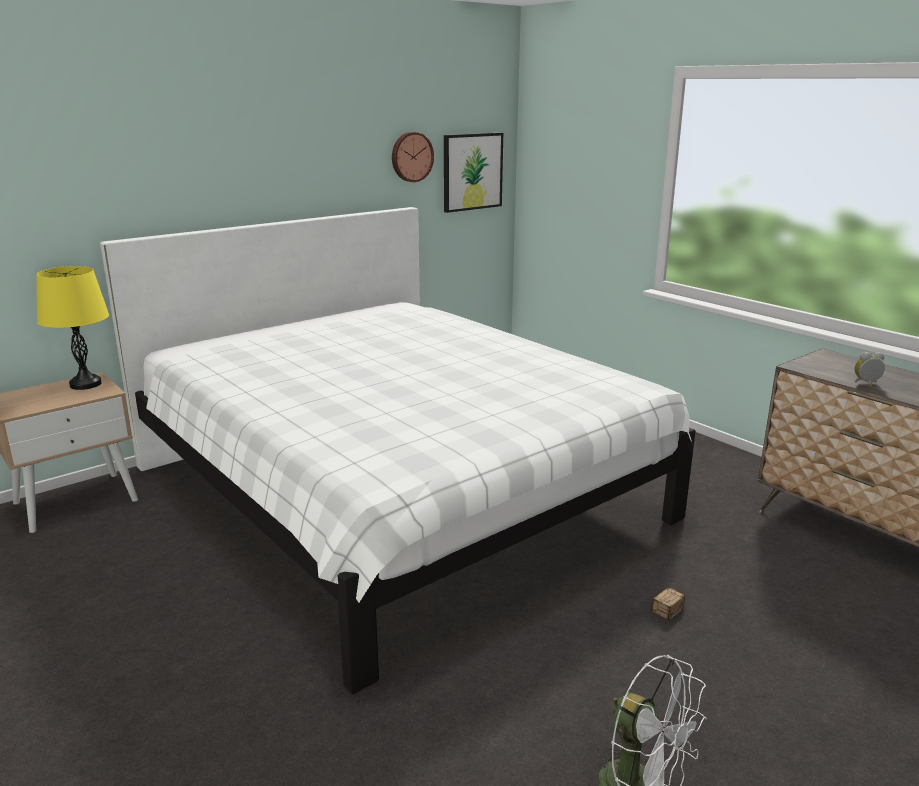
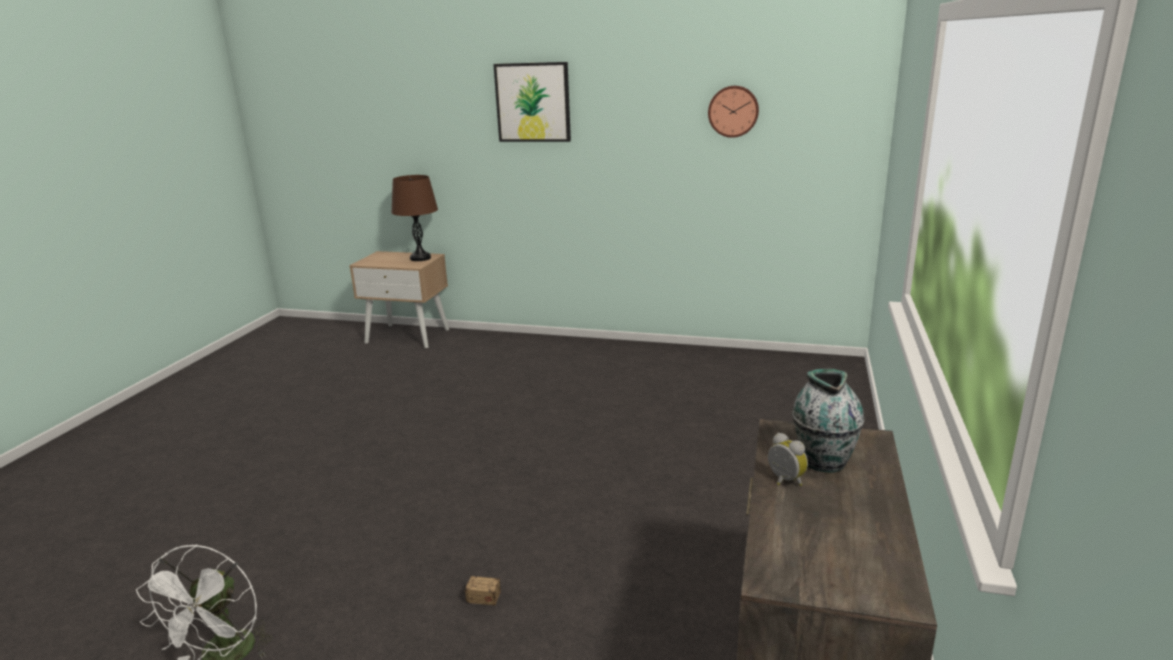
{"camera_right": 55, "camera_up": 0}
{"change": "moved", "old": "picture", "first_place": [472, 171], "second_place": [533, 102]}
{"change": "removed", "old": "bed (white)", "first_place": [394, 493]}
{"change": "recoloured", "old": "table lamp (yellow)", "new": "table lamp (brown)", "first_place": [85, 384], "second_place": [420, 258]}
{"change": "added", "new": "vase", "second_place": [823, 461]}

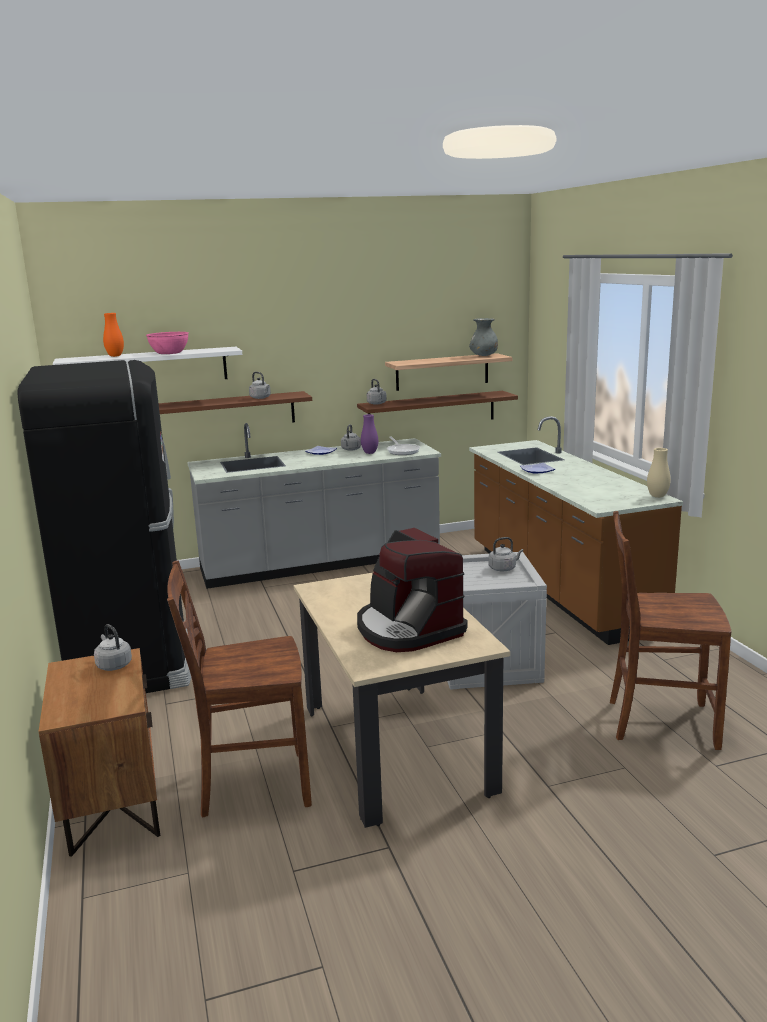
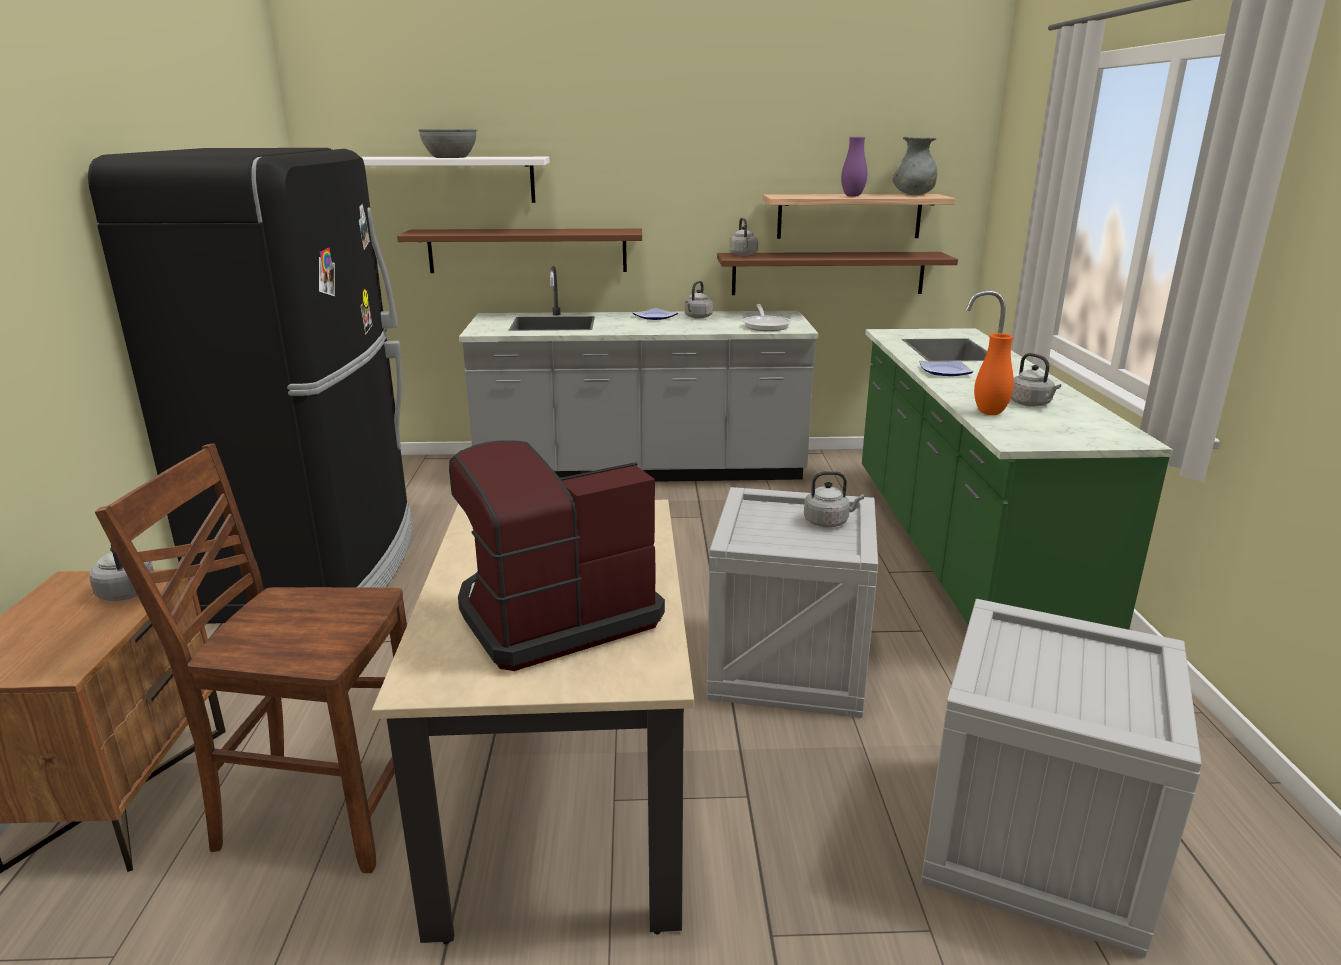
{"camera_right": 15, "camera_up": 5}
{"change": "moved", "old": "vase (orange)", "first_place": [115, 356], "second_place": [990, 413]}
{"change": "recoloured", "old": "bowl (pink)", "new": "bowl (grey)", "first_place": [169, 352], "second_place": [450, 157]}
{"change": "moved", "old": "kettle (grey)", "first_place": [261, 398], "second_place": [1031, 404]}
{"change": "moved", "old": "vase (purple)", "first_place": [370, 453], "second_place": [852, 196]}
{"change": "recoloured", "old": "counter (brown)", "new": "counter (green)", "first_place": [558, 587], "second_place": [959, 555]}
{"change": "removed", "old": "vase (beige)", "first_place": [657, 496]}
{"change": "replaced", "old": "chair (brown)", "new": "crate", "first_place": [659, 722], "second_place": [1033, 843]}
{"change": "turned", "old": "coffee machine", "first_place": [408, 629], "second_place": [554, 615], "degrees": 75}

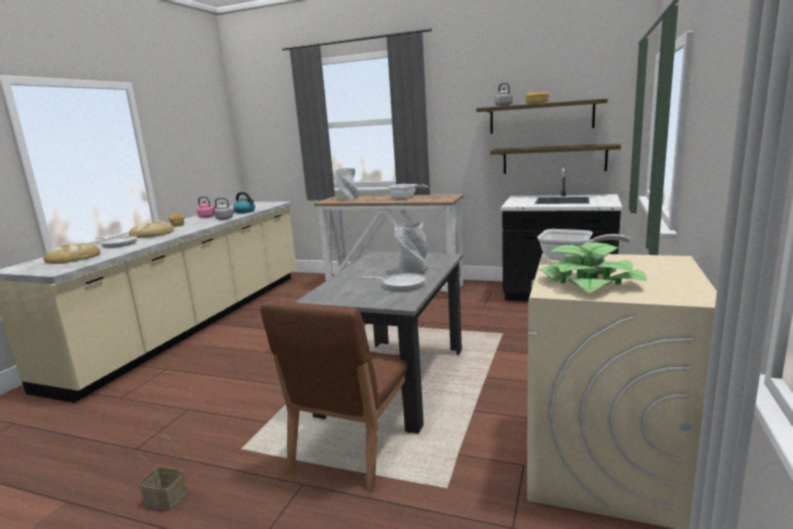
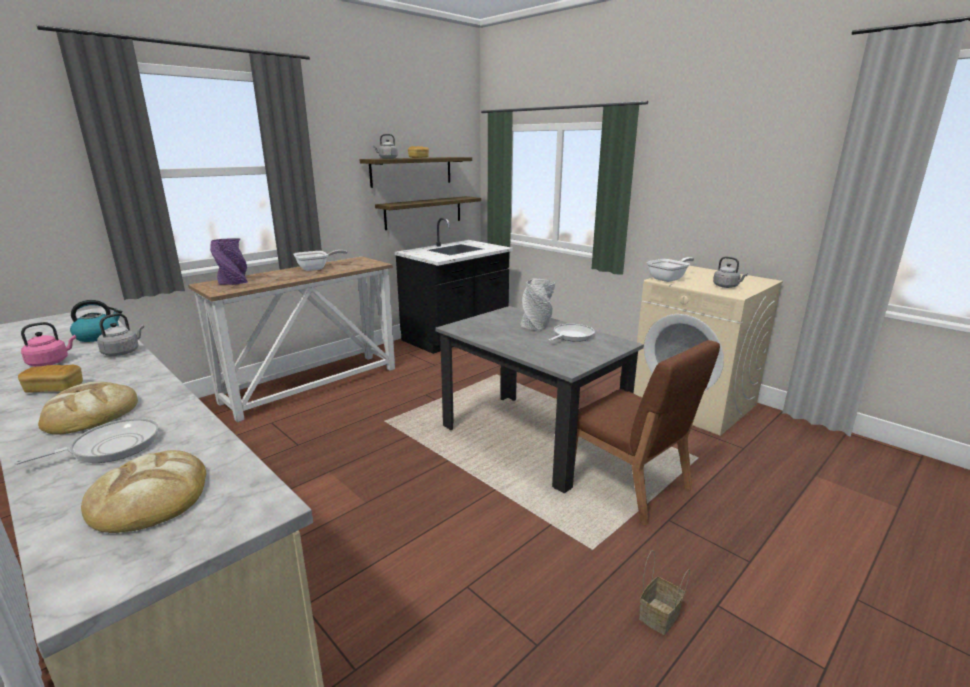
{"camera_right": -65, "camera_up": 5}
{"change": "recoloured", "old": "vase (grey)", "new": "vase (purple)", "first_place": [348, 198], "second_place": [234, 282]}
{"change": "replaced", "old": "potted plant", "new": "kettle (grey)", "first_place": [589, 283], "second_place": [727, 286]}

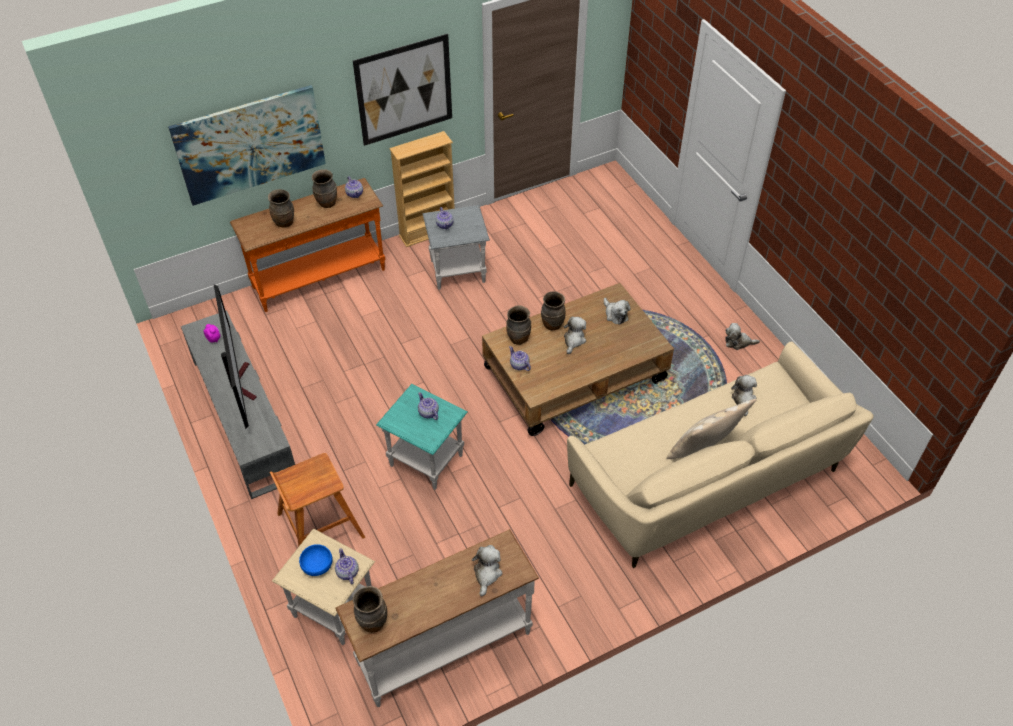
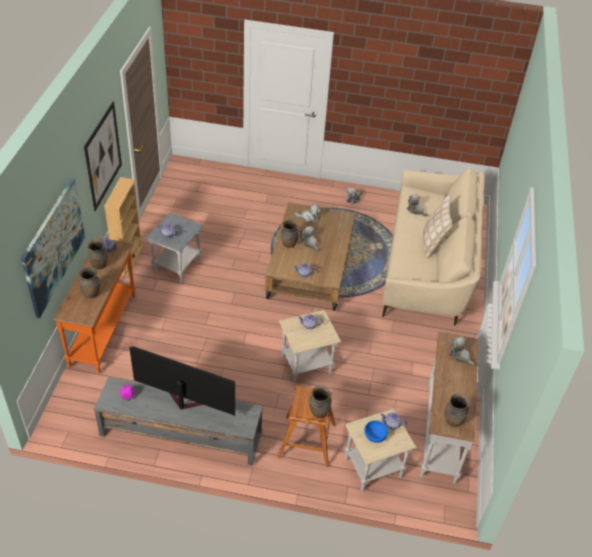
{"camera_right": -55, "camera_up": -5}
{"change": "moved", "old": "vase (brown)", "first_place": [518, 338], "second_place": [319, 412]}
{"change": "recoloured", "old": "side table (turquoise)", "new": "side table (beige)", "first_place": [425, 460], "second_place": [306, 365]}

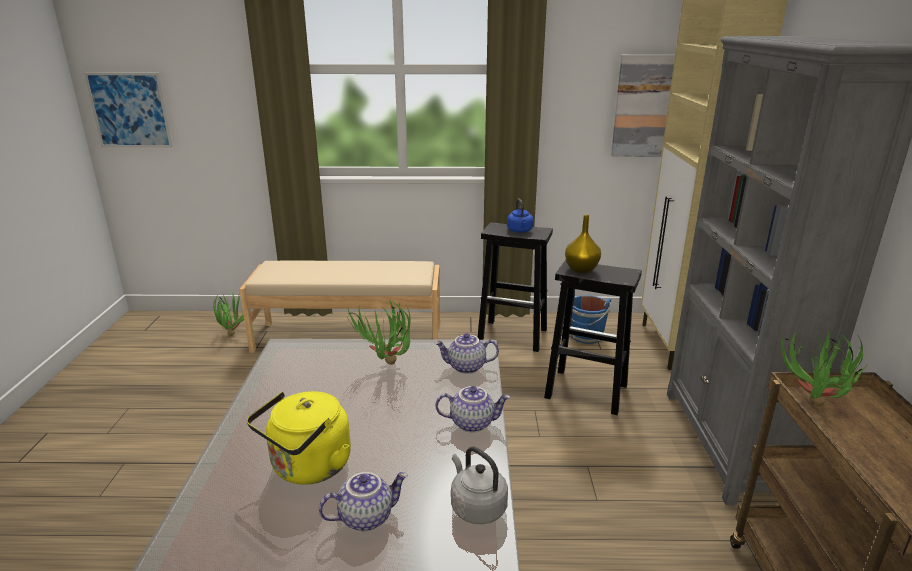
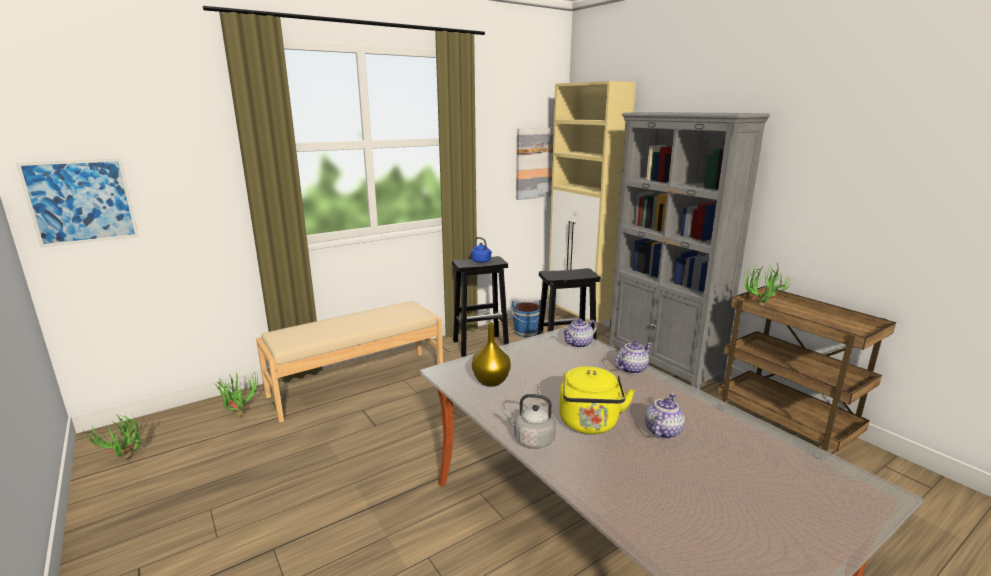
{"camera_right": -35, "camera_up": -5}
{"change": "moved", "old": "vase (yellow)", "first_place": [581, 270], "second_place": [491, 381]}
{"change": "moved", "old": "potted plant", "first_place": [387, 367], "second_place": [125, 461]}
{"change": "moved", "old": "kettle (grey)", "first_place": [476, 507], "second_place": [531, 440]}

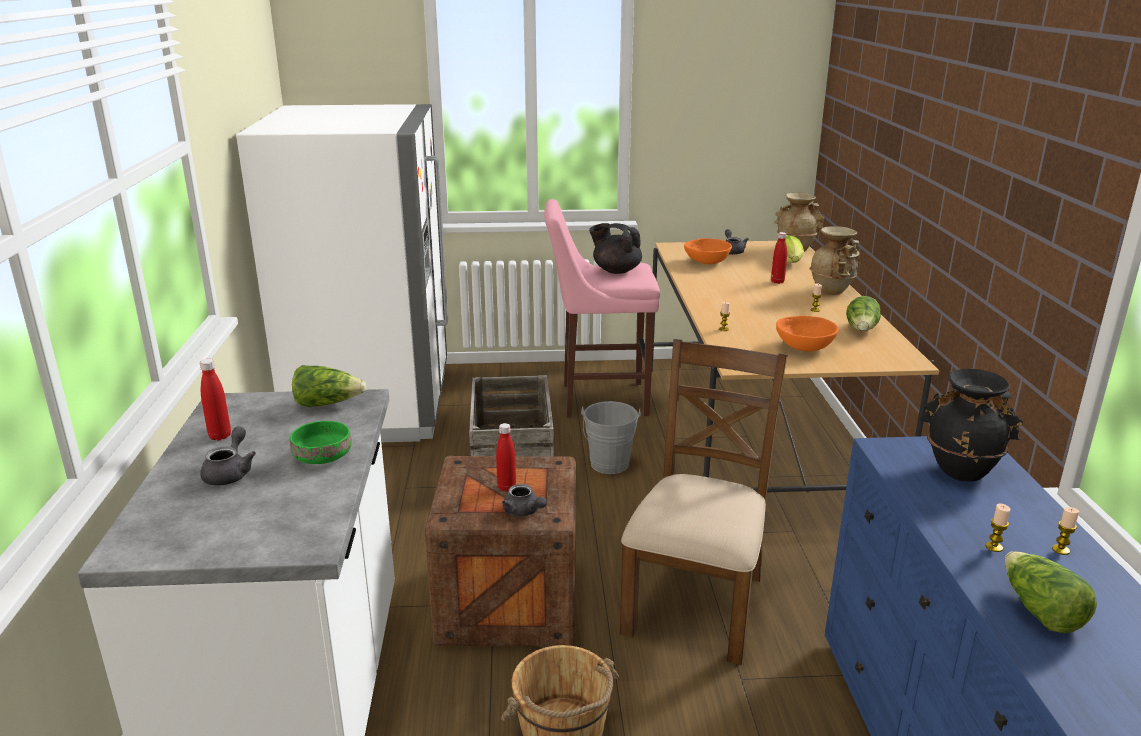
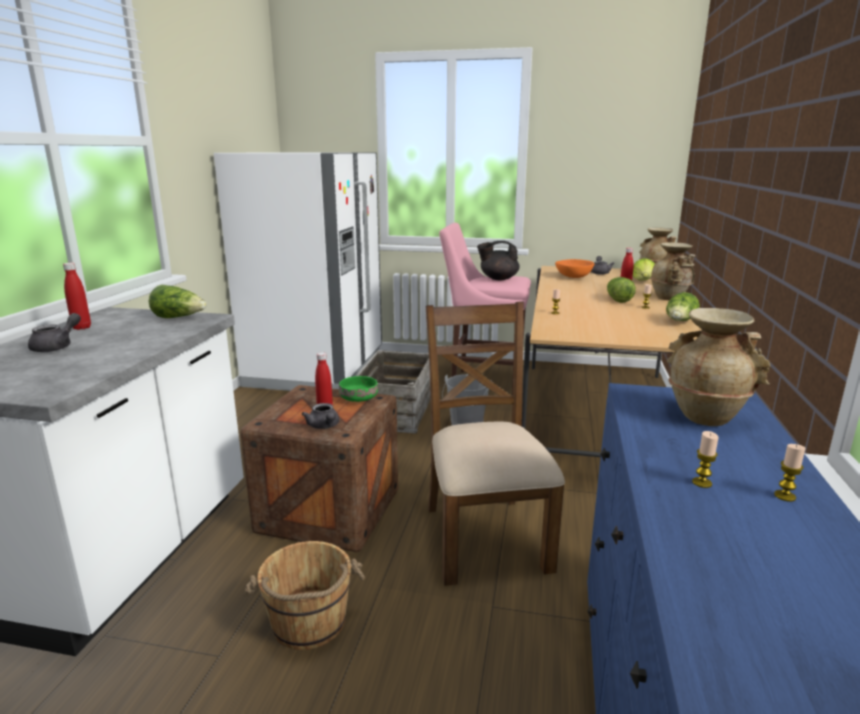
{"camera_right": 15, "camera_up": -5}
{"change": "turned", "old": "teapot (black)", "first_place": [616, 270], "second_place": [498, 279], "degrees": -45}
{"change": "removed", "old": "bowl (orange)", "first_place": [804, 347]}
{"change": "turned", "old": "chair (brown)", "first_place": [697, 603], "second_place": [484, 536], "degrees": -45}
{"change": "recoloured", "old": "vase (black)", "new": "vase (beige)", "first_place": [960, 470], "second_place": [705, 416]}
{"change": "moved", "old": "bowl (green)", "first_place": [323, 456], "second_place": [359, 398]}
{"change": "moved", "old": "lettuce", "first_place": [1039, 611], "second_place": [618, 299]}

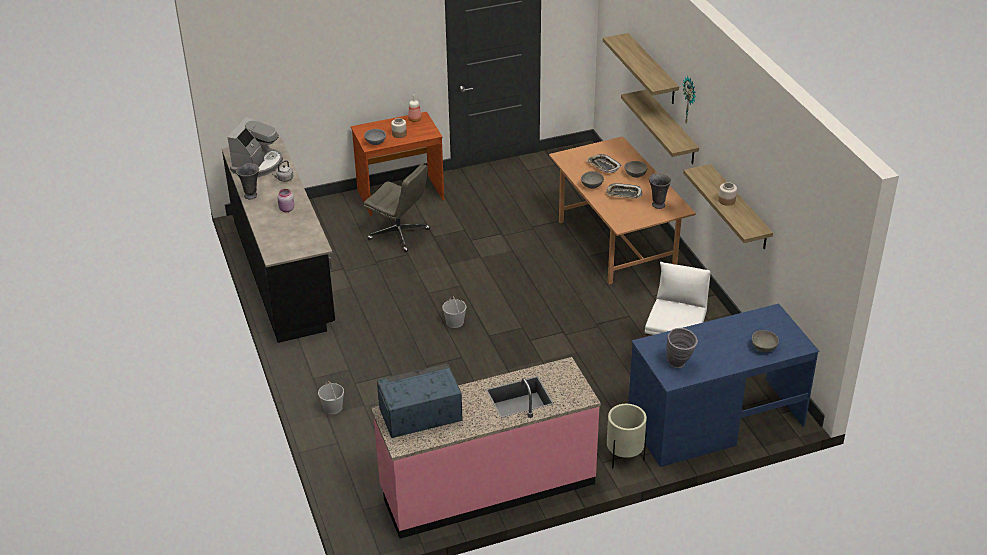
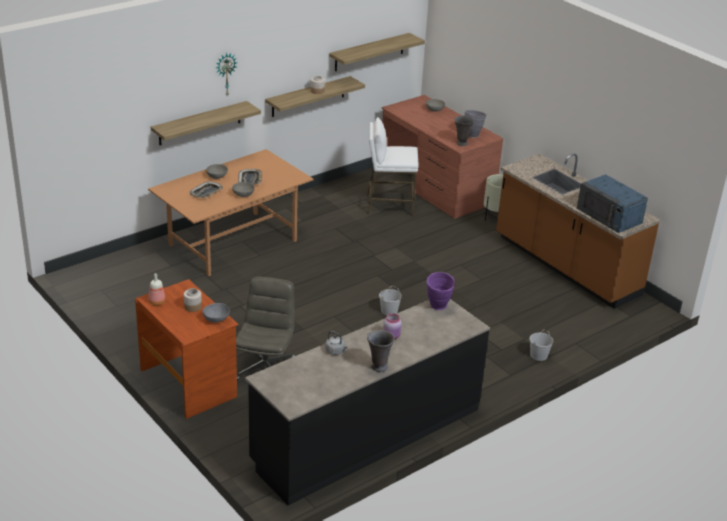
{"camera_right": -110, "camera_up": -5}
{"change": "moved", "old": "shelf", "first_place": [652, 69], "second_place": [369, 52]}
{"change": "removed", "old": "coffee machine", "first_place": [258, 164]}
{"change": "moved", "old": "vase (grey)", "first_place": [658, 205], "second_place": [461, 143]}
{"change": "recoloured", "old": "desk (blue)", "new": "desk (brown)", "first_place": [715, 420], "second_place": [435, 187]}
{"change": "recoloured", "old": "counter (pink)", "new": "counter (brown)", "first_place": [487, 486], "second_place": [565, 266]}
{"change": "added", "new": "vase (purple)", "second_place": [438, 308]}

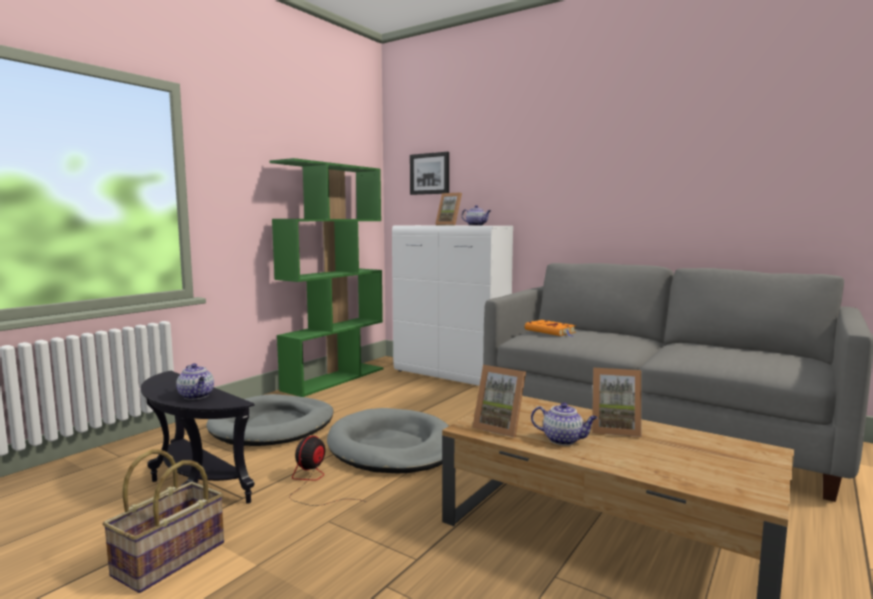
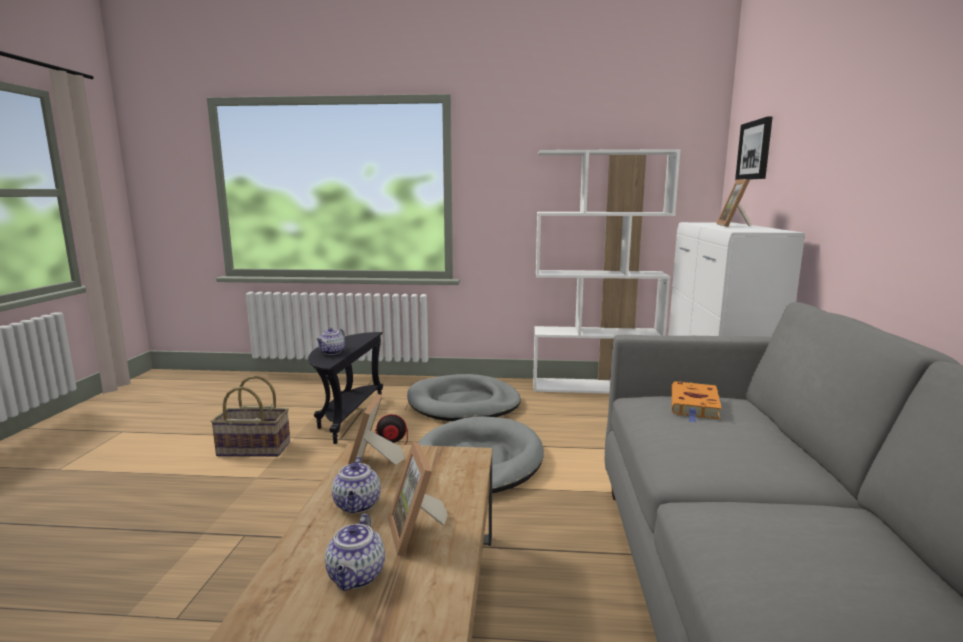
{"camera_right": 60, "camera_up": 5}
{"change": "recoloured", "old": "bookcase (green)", "new": "bookcase (white)", "first_place": [334, 379], "second_place": [595, 386]}
{"change": "moved", "old": "teapot", "first_place": [476, 225], "second_place": [356, 577]}

